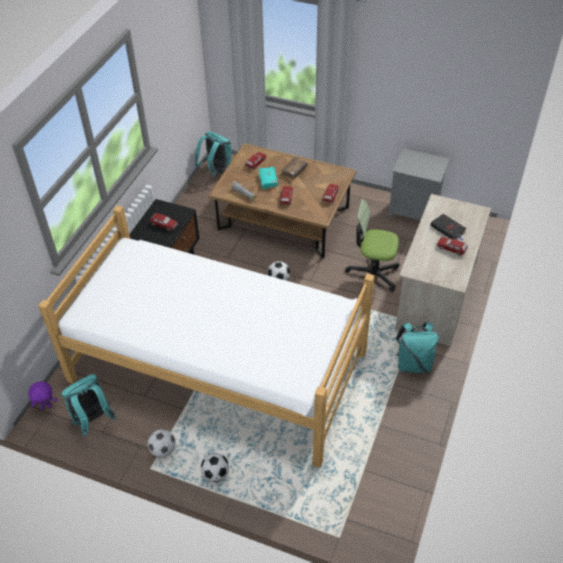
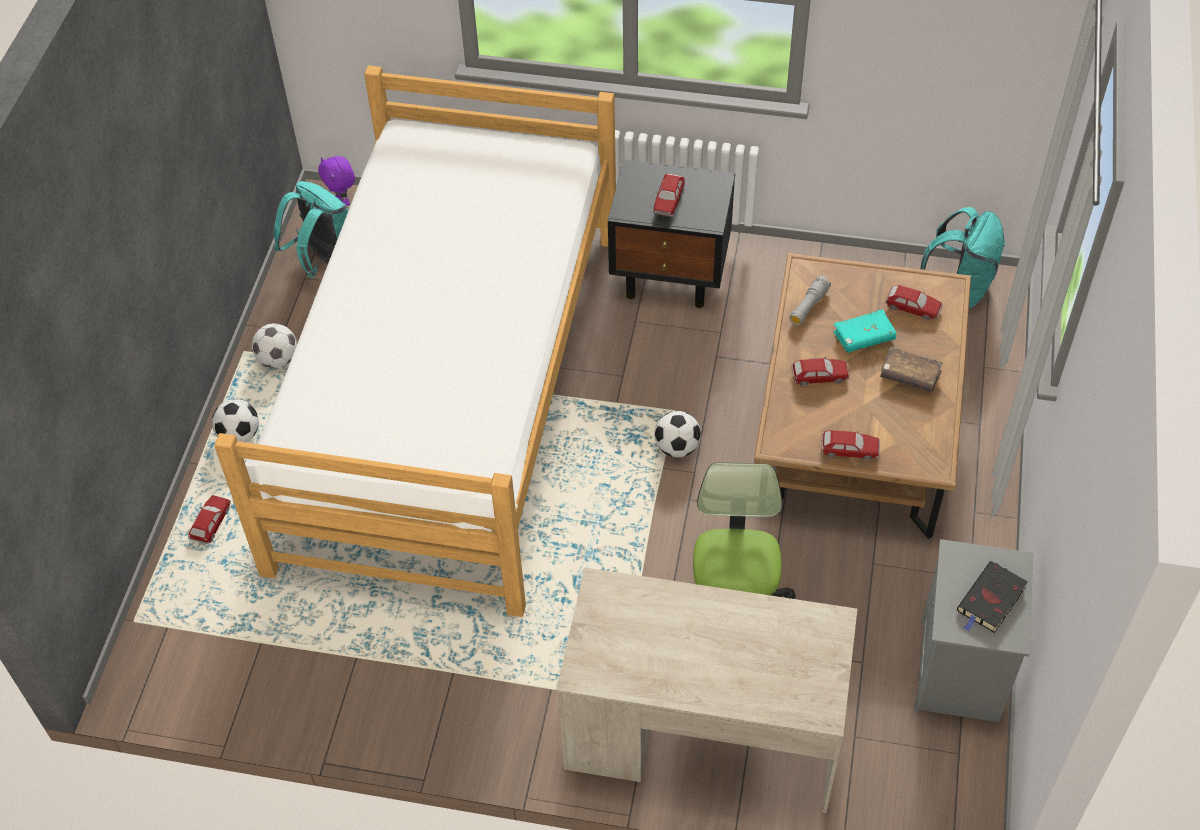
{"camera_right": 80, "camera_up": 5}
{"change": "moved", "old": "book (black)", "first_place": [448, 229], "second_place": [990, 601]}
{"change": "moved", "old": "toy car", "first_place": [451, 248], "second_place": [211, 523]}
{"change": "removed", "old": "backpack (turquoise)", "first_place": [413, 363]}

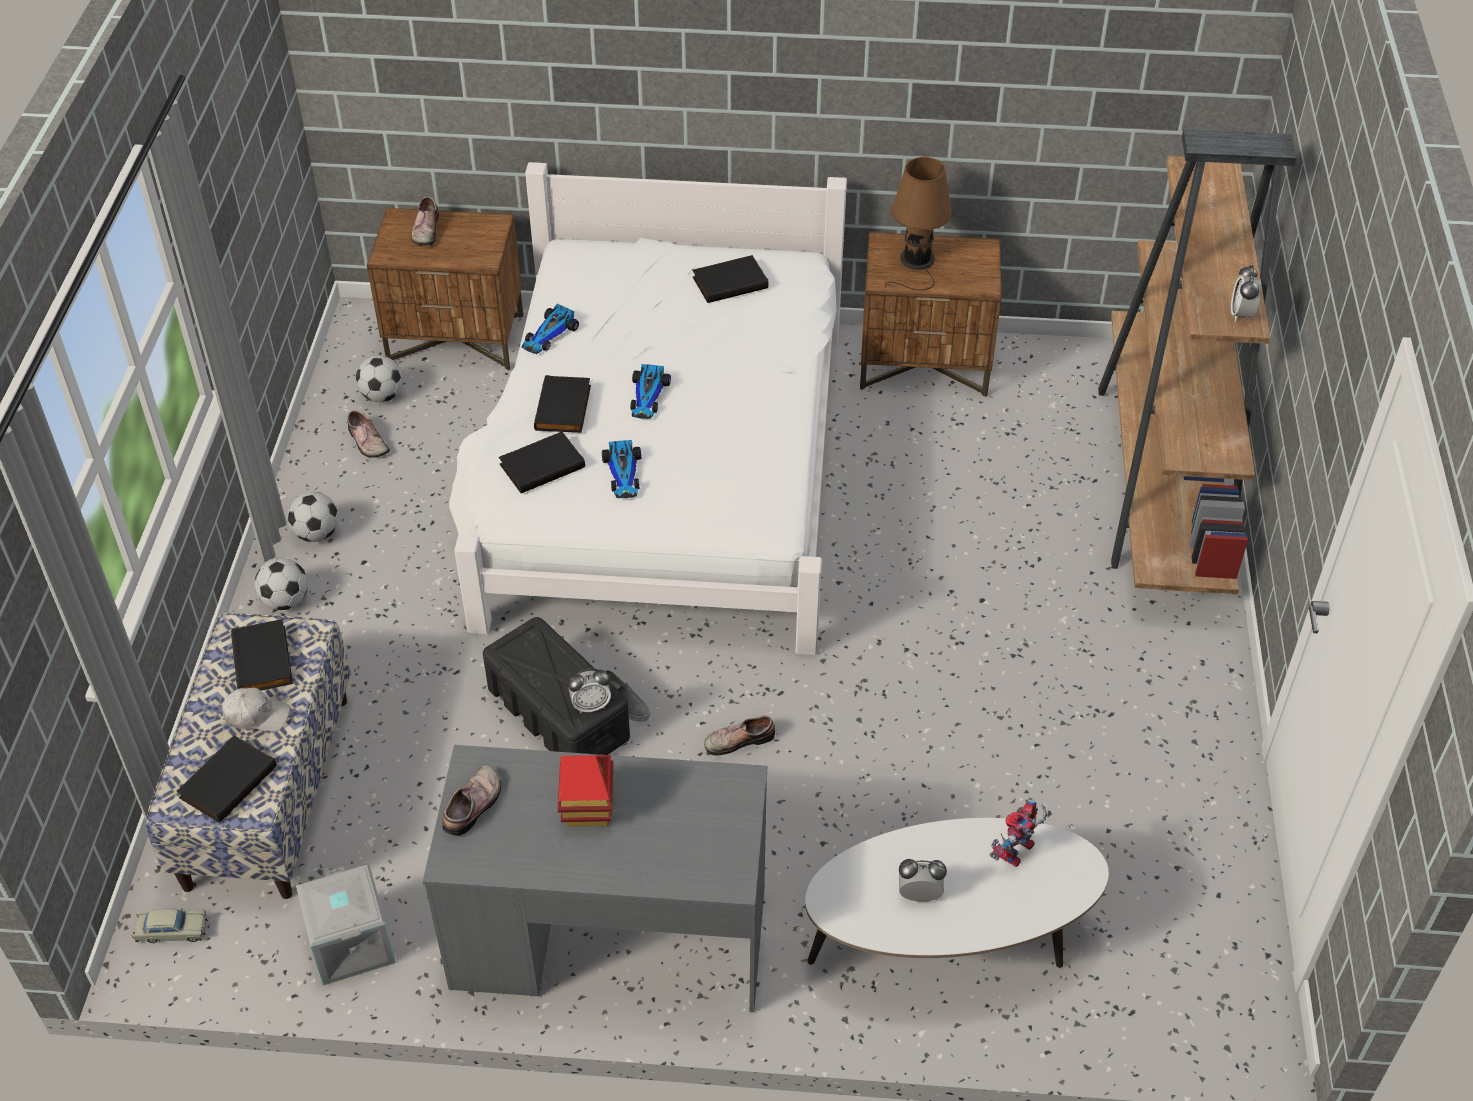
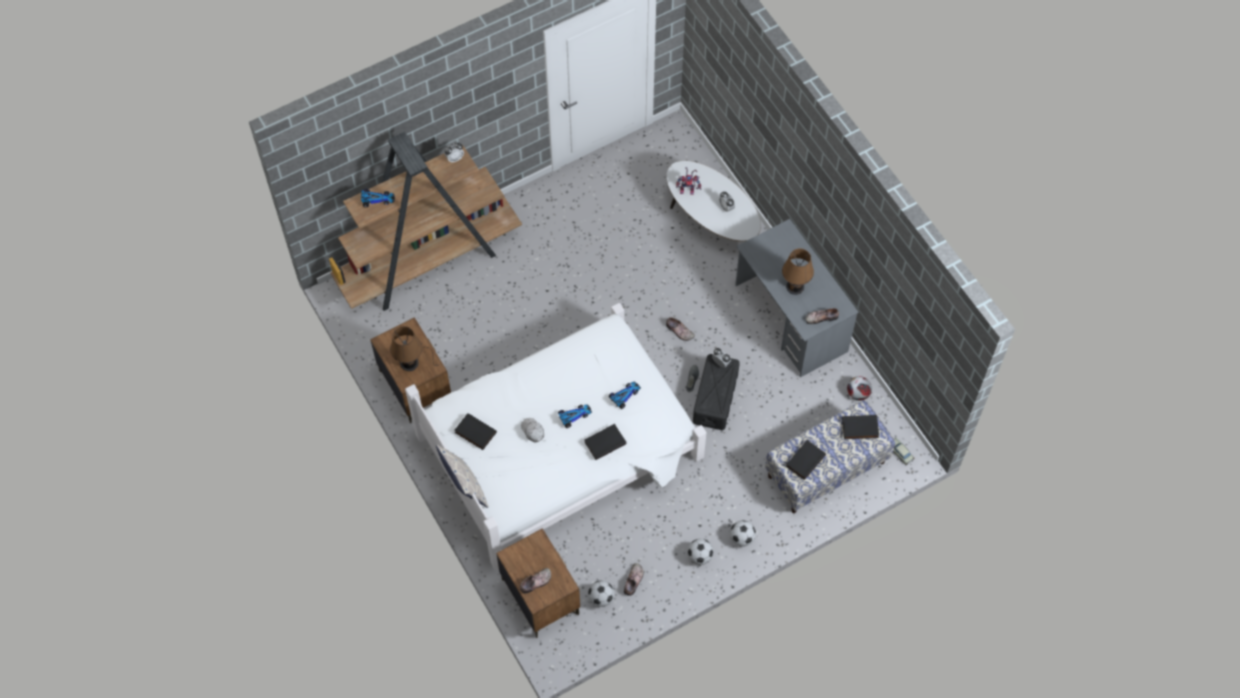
{"camera_right": -125, "camera_up": 15}
{"change": "moved", "old": "toy car", "first_place": [550, 335], "second_place": [377, 199]}
{"change": "removed", "old": "book (black)", "first_place": [542, 465]}
{"change": "moved", "old": "cap (white)", "first_place": [256, 715], "second_place": [532, 431]}
{"change": "replaced", "old": "toy house", "new": "table lamp (brown)", "first_place": [588, 808], "second_place": [795, 284]}
{"change": "replaced", "old": "storage box (grey)", "new": "football", "first_place": [350, 943], "second_place": [857, 394]}
{"change": "added", "new": "pillow", "second_place": [464, 487]}

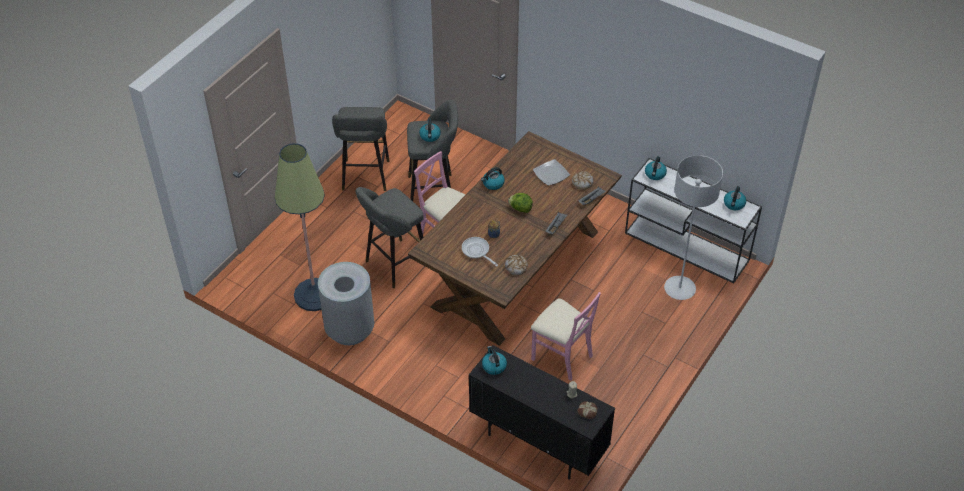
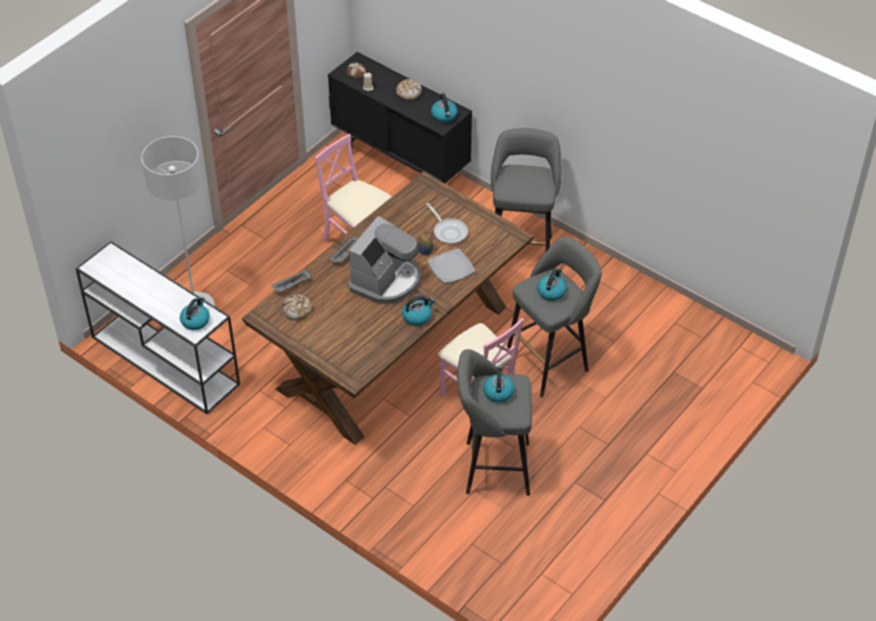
{"camera_right": -175, "camera_up": 0}
{"change": "moved", "old": "stool (grey)", "first_place": [365, 178], "second_place": [521, 250]}
{"change": "removed", "old": "floor lamp", "first_place": [314, 295]}
{"change": "moved", "old": "plate", "first_place": [551, 174], "second_place": [450, 267]}
{"change": "moved", "old": "kettle", "first_place": [734, 204], "second_place": [551, 291]}
{"change": "replaced", "old": "lettuce", "new": "coffee machine", "first_place": [520, 208], "second_place": [386, 280]}
{"change": "moved", "old": "bread", "first_place": [516, 267], "second_place": [409, 92]}
{"change": "removed", "old": "trash can (grey)", "first_place": [349, 329]}

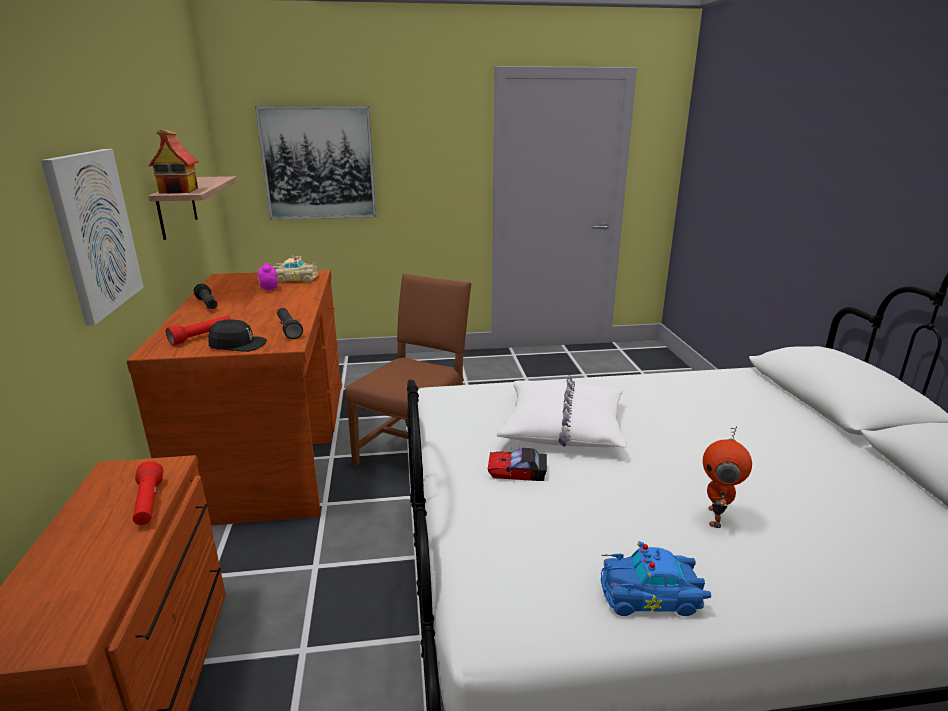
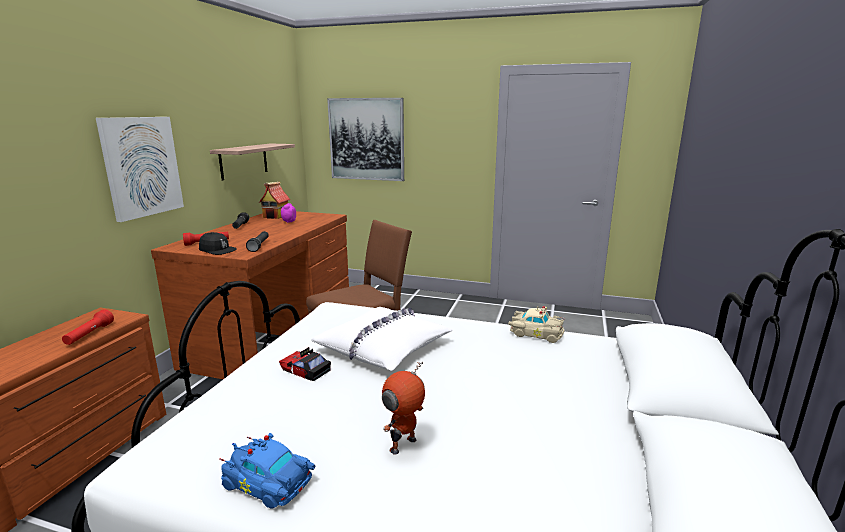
{"camera_right": 25, "camera_up": -5}
{"change": "moved", "old": "toy house", "first_place": [179, 191], "second_place": [276, 216]}
{"change": "moved", "old": "toy car (beige)", "first_place": [295, 279], "second_place": [535, 333]}

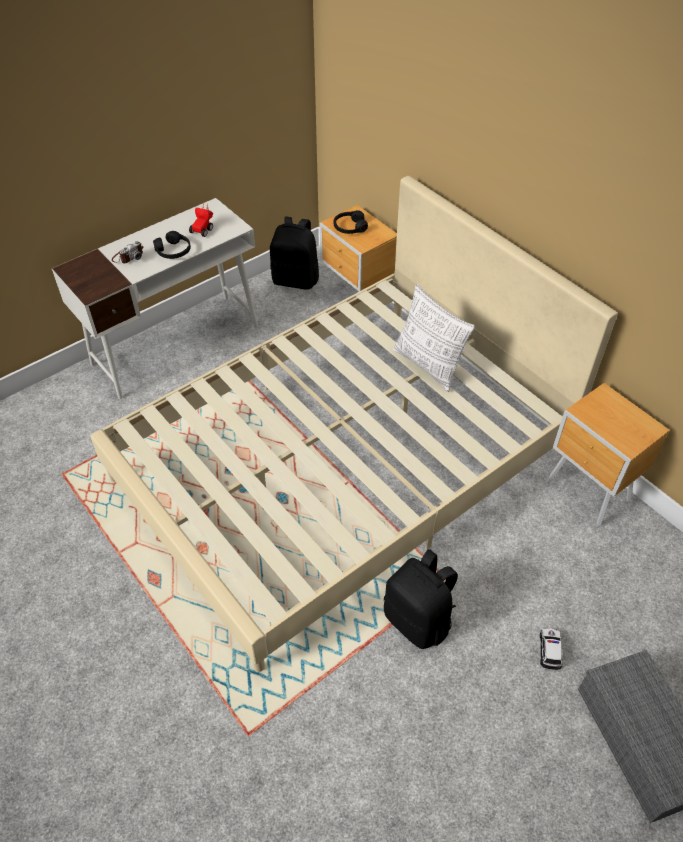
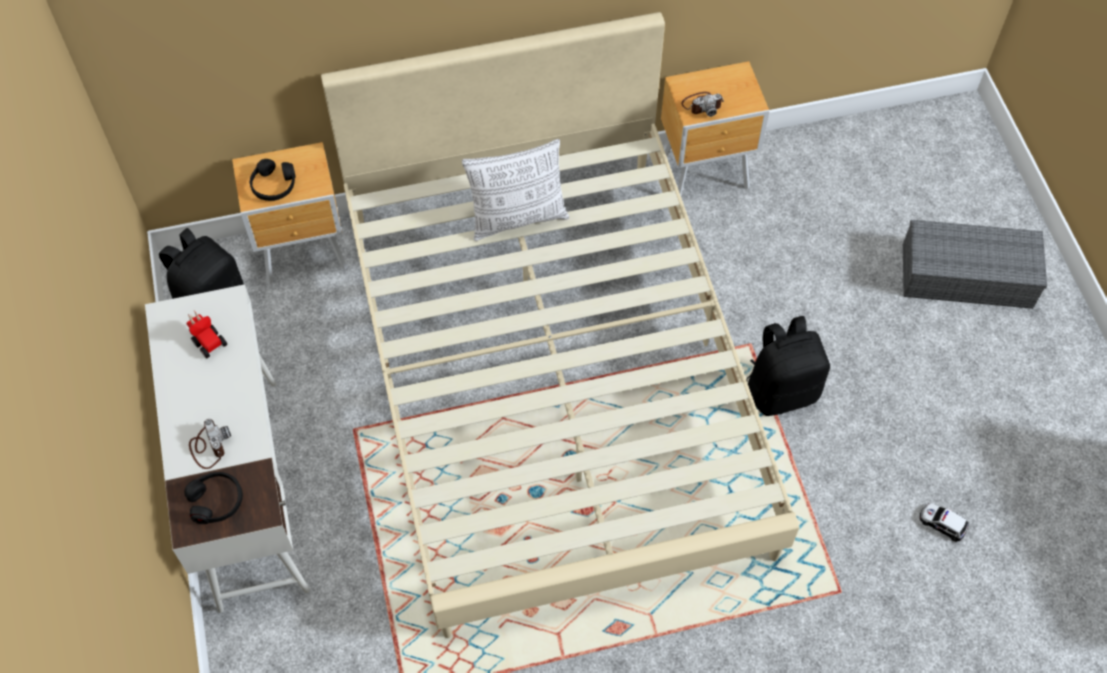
{"camera_right": -65, "camera_up": 10}
{"change": "moved", "old": "headphones (black)", "first_place": [173, 251], "second_place": [216, 501]}
{"change": "moved", "old": "toy car", "first_place": [550, 649], "second_place": [942, 523]}
{"change": "added", "new": "photo camera", "second_place": [702, 105]}

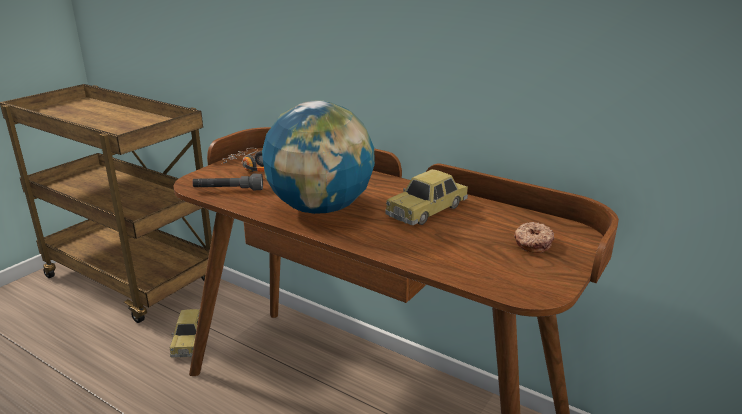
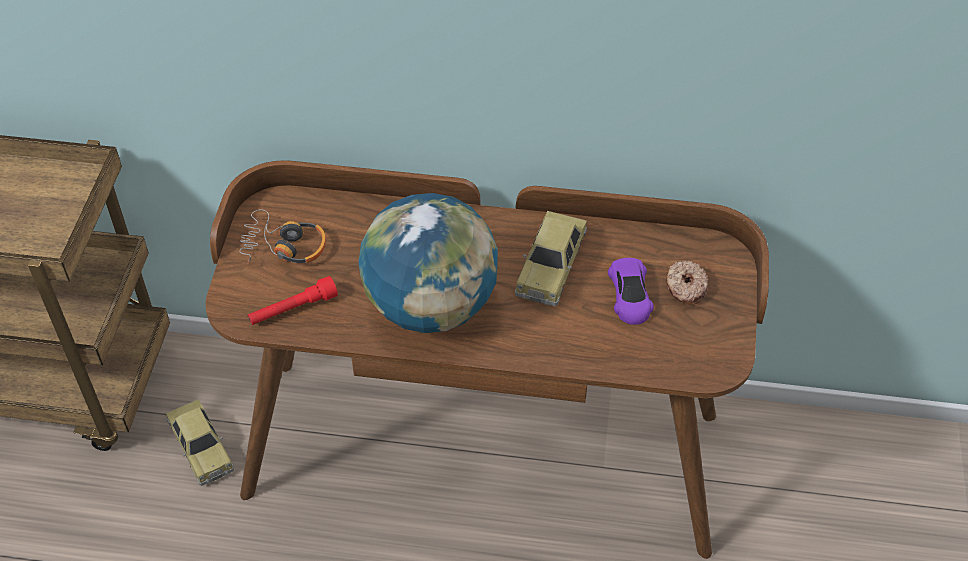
{"camera_right": -25, "camera_up": 25}
{"change": "recoloured", "old": "flashlight (grey)", "new": "flashlight (red)", "first_place": [228, 190], "second_place": [293, 309]}
{"change": "added", "new": "toy car (purple)", "second_place": [630, 295]}

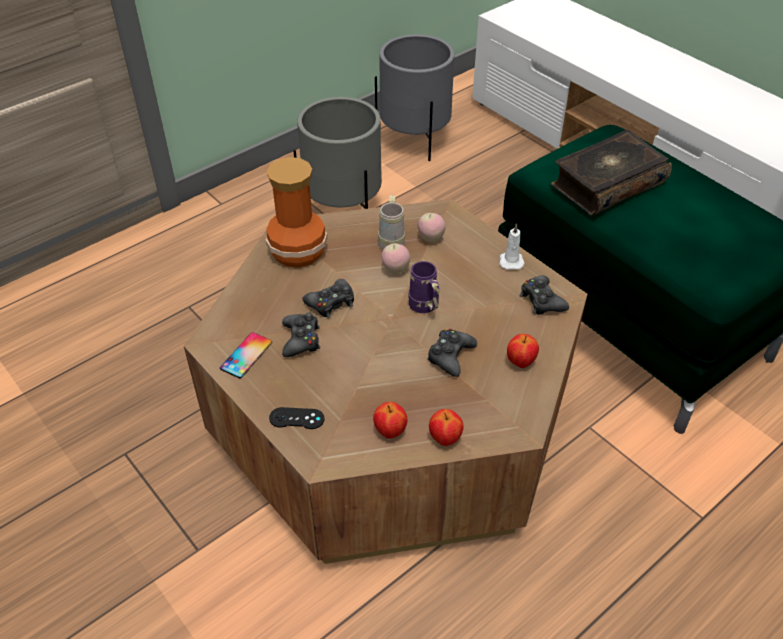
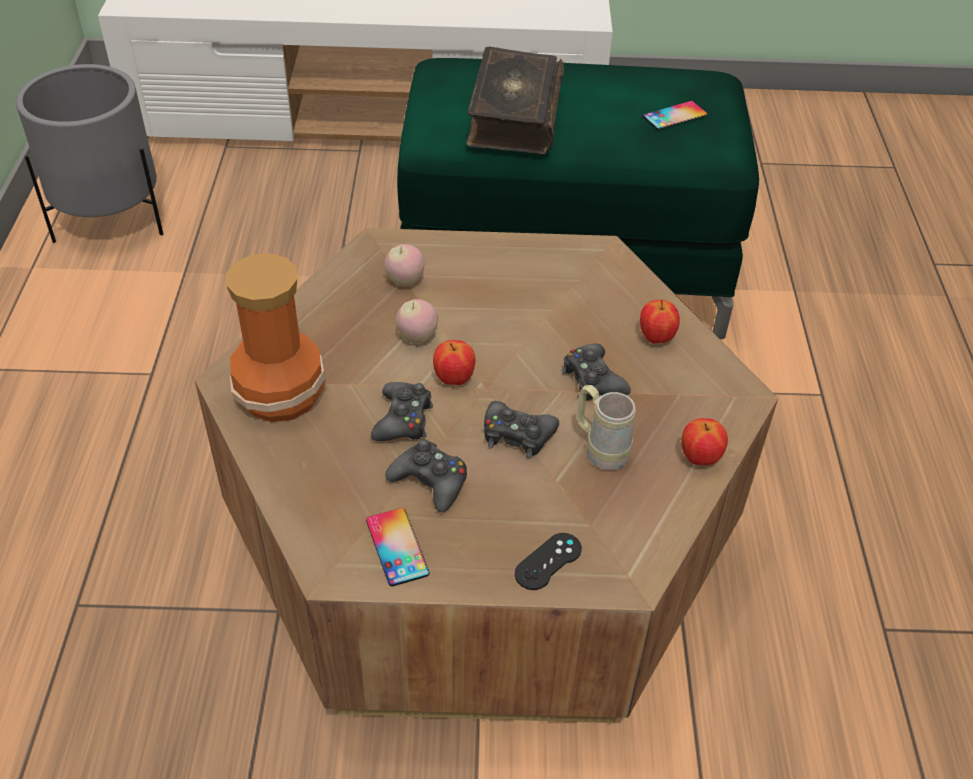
{"camera_right": -50, "camera_up": 0}
{"change": "removed", "old": "planter (grey)", "first_place": [343, 208]}
{"change": "moved", "old": "mug (beige)", "first_place": [392, 240], "second_place": [600, 449]}
{"change": "removed", "old": "candle (white)", "first_place": [511, 261]}
{"change": "removed", "old": "mug (purple)", "first_place": [425, 308]}
{"change": "moved", "old": "game controller (black)", "first_place": [542, 301], "second_place": [517, 435]}
{"change": "moved", "old": "apple", "first_place": [390, 431], "second_place": [454, 379]}
{"change": "added", "new": "phone", "second_place": [674, 116]}

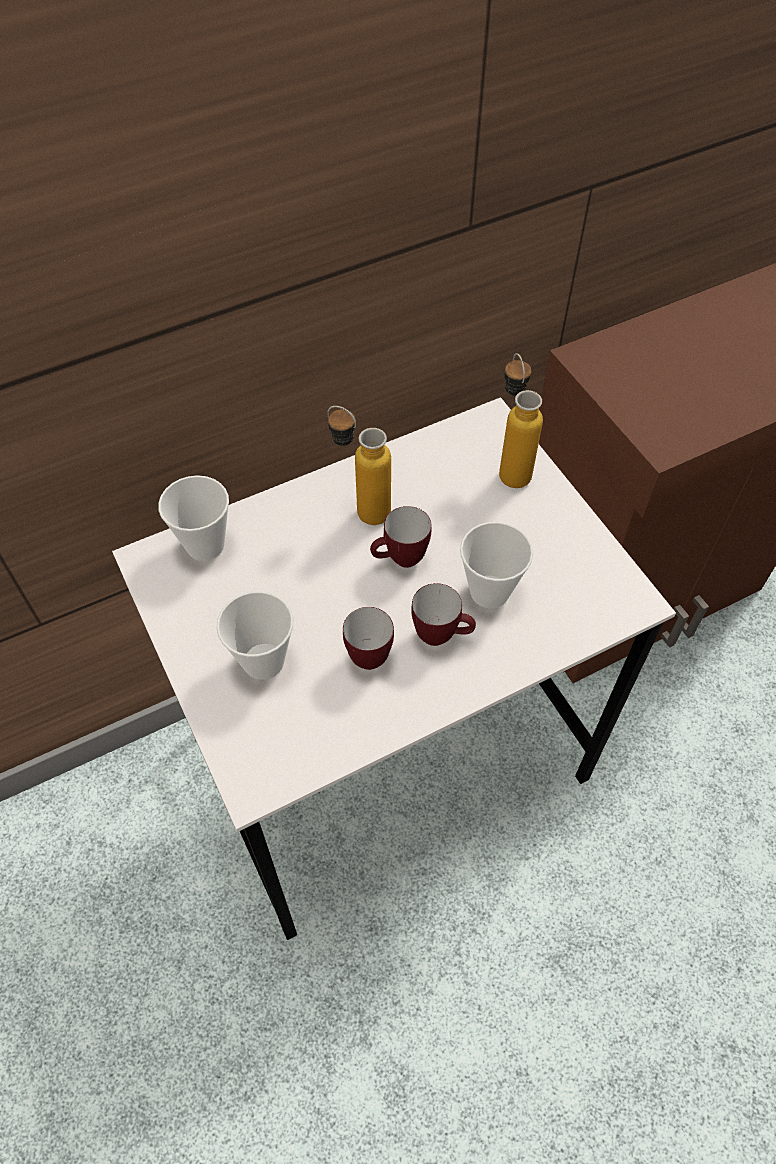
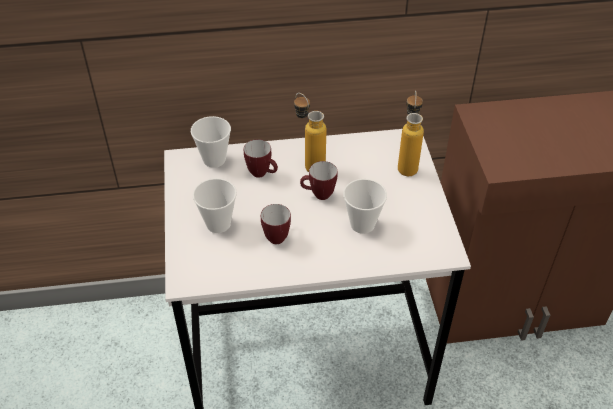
{"camera_right": 20, "camera_up": -10}
{"change": "moved", "old": "mug", "first_place": [441, 635], "second_place": [262, 174]}

